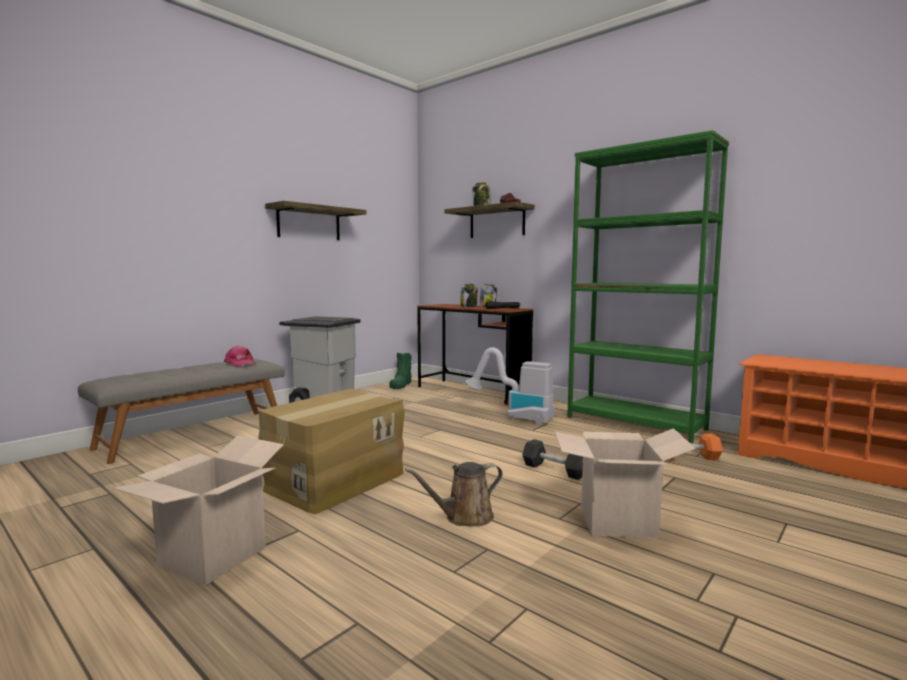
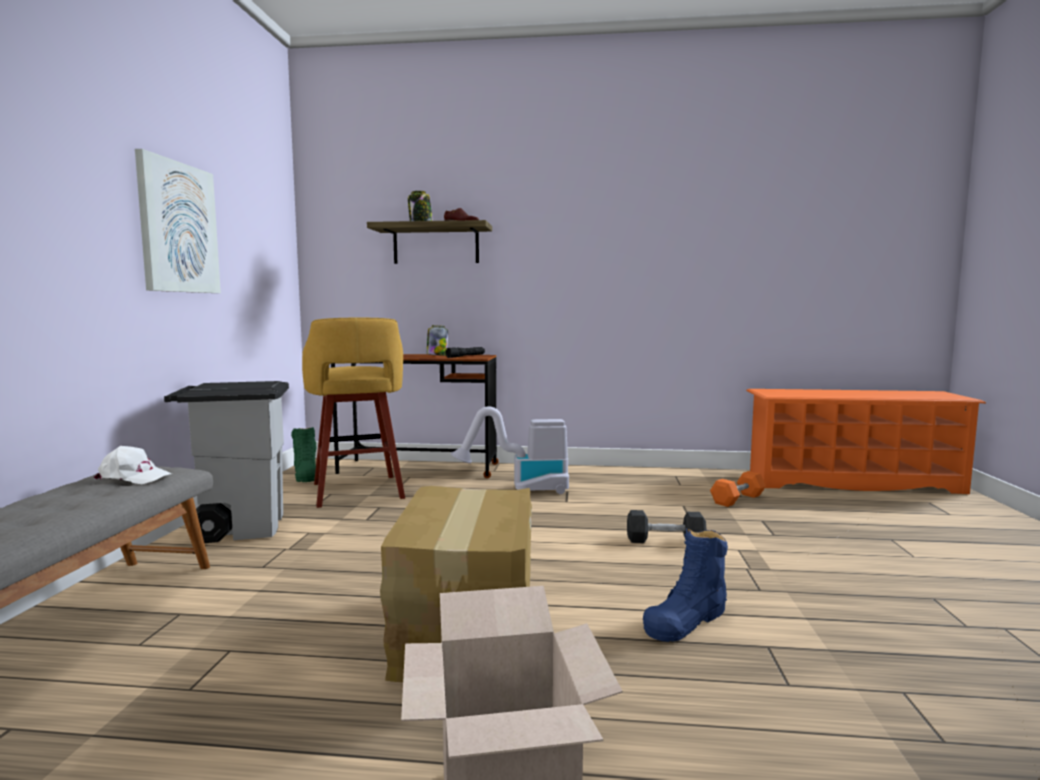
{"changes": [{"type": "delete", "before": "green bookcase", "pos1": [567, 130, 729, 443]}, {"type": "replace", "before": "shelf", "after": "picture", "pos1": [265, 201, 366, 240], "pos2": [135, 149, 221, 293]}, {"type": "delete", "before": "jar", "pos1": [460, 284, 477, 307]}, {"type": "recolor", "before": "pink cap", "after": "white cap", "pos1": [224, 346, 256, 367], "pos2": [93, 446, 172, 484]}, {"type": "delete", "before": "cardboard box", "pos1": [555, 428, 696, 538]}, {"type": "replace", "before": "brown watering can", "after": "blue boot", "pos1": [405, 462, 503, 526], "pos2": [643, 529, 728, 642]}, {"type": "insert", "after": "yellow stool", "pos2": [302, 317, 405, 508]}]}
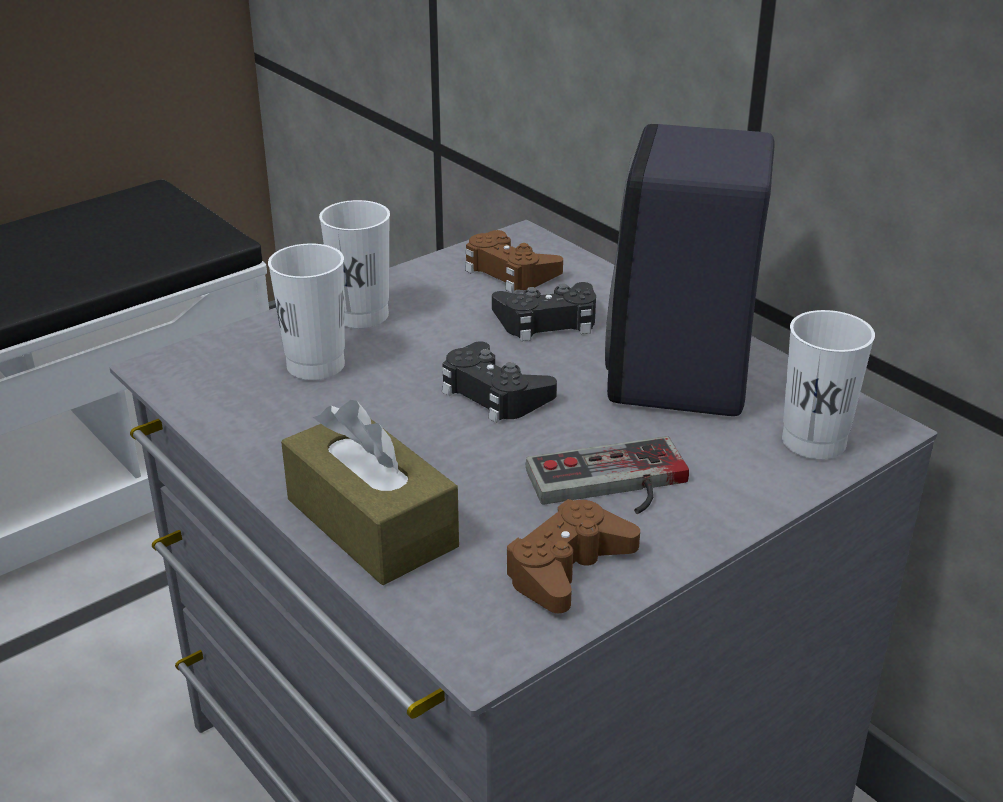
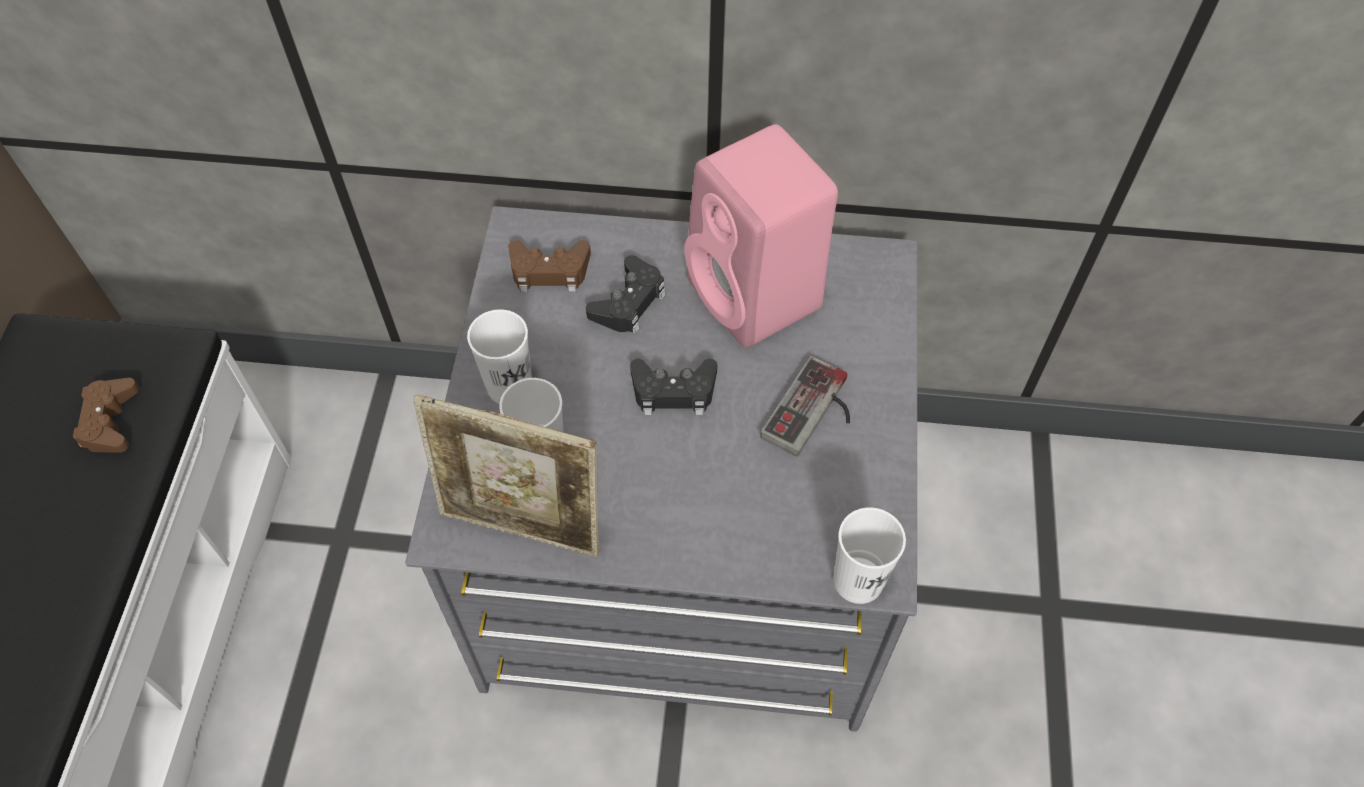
{"changes": [{"type": "recolor", "before": "black speaker", "after": "pink speaker", "pos1": [605, 124, 774, 416], "pos2": [684, 124, 838, 348]}, {"type": "move", "before": "white cup", "pos1": [782, 310, 875, 459], "pos2": [834, 507, 906, 604]}, {"type": "delete", "before": "brown tissue box", "pos1": [281, 400, 459, 585]}, {"type": "move", "before": "brown game controller", "pos1": [505, 499, 640, 613], "pos2": [73, 378, 139, 453]}, {"type": "insert", "after": "picture frame", "pos2": [413, 394, 599, 557]}]}
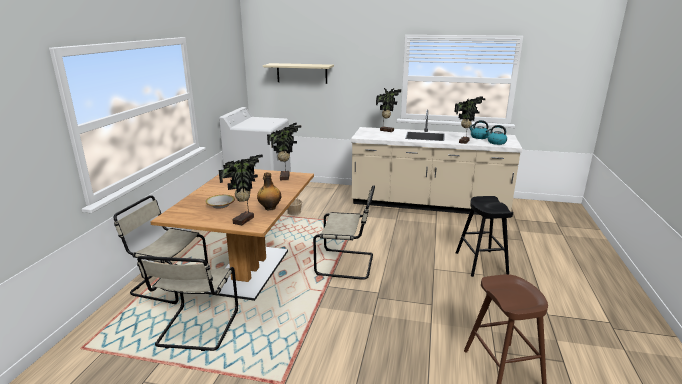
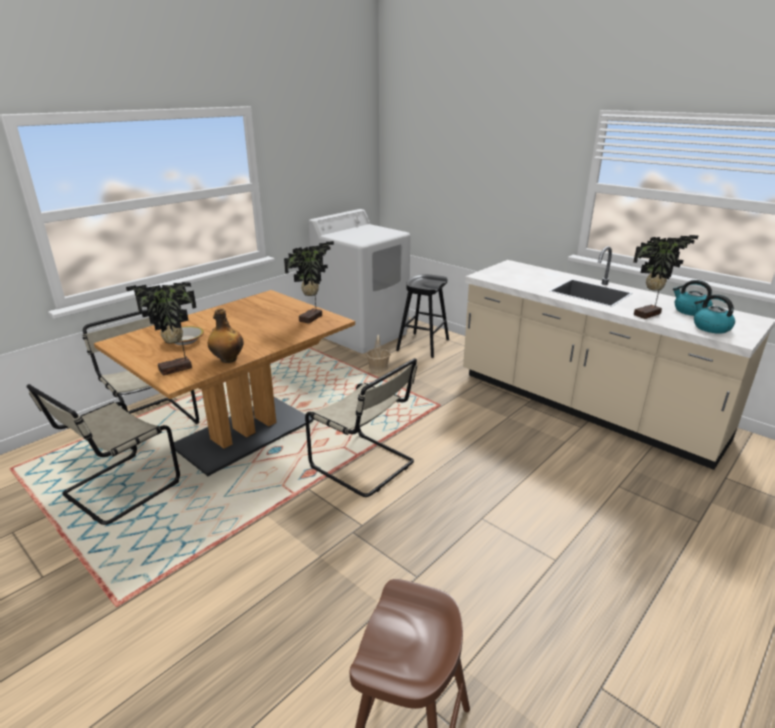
{"changes": [{"type": "delete", "before": "beige shelf", "pos1": [263, 63, 334, 84]}, {"type": "delete", "before": "potted plant", "pos1": [376, 88, 401, 132]}, {"type": "move", "before": "black stool", "pos1": [456, 196, 513, 277], "pos2": [396, 274, 449, 358]}]}
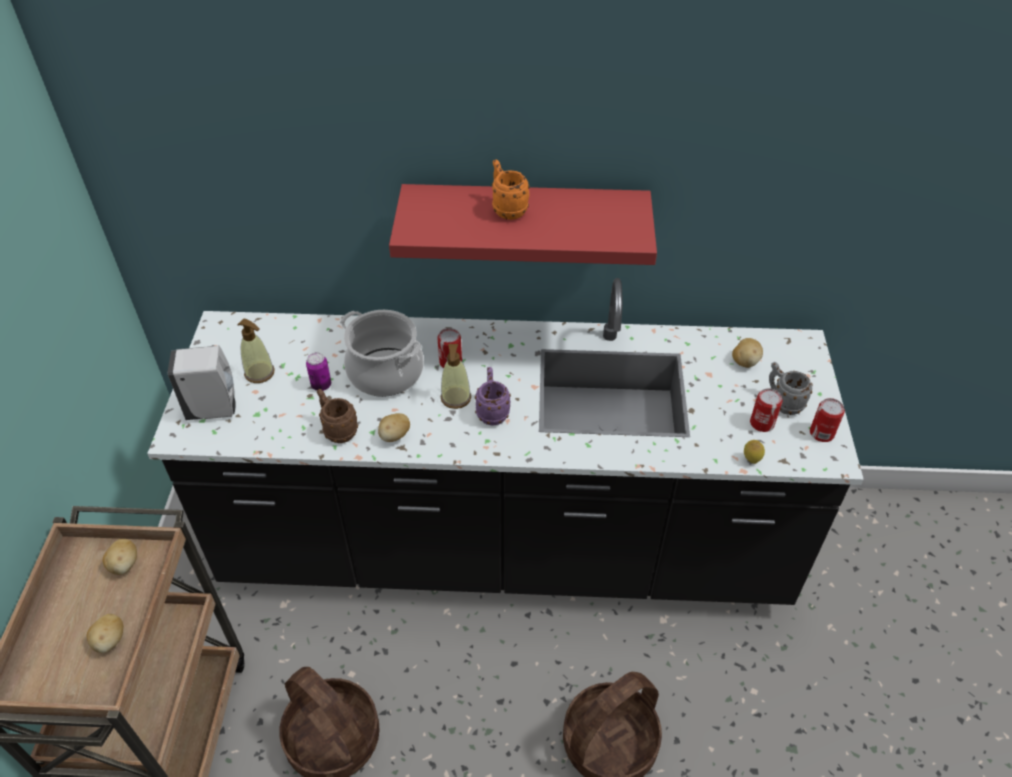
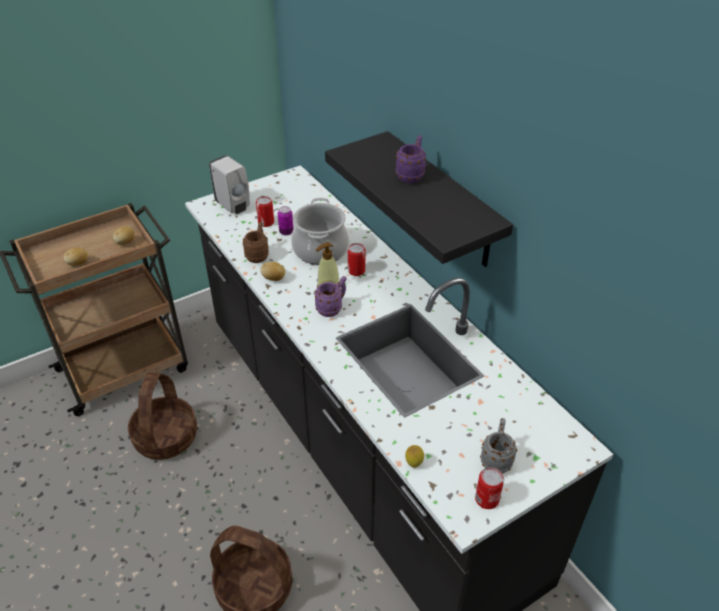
{"changes": [{"type": "recolor", "before": "orange mug", "after": "purple mug", "pos1": [492, 159, 530, 220], "pos2": [396, 135, 426, 183]}, {"type": "recolor", "before": "red shelf", "after": "black shelf", "pos1": [389, 184, 657, 265], "pos2": [325, 131, 513, 267]}, {"type": "delete", "before": "soap dispenser", "pos1": [237, 319, 275, 383]}, {"type": "delete", "before": "potato", "pos1": [732, 338, 763, 367]}, {"type": "move", "before": "can", "pos1": [750, 388, 783, 432], "pos2": [256, 196, 274, 227]}]}
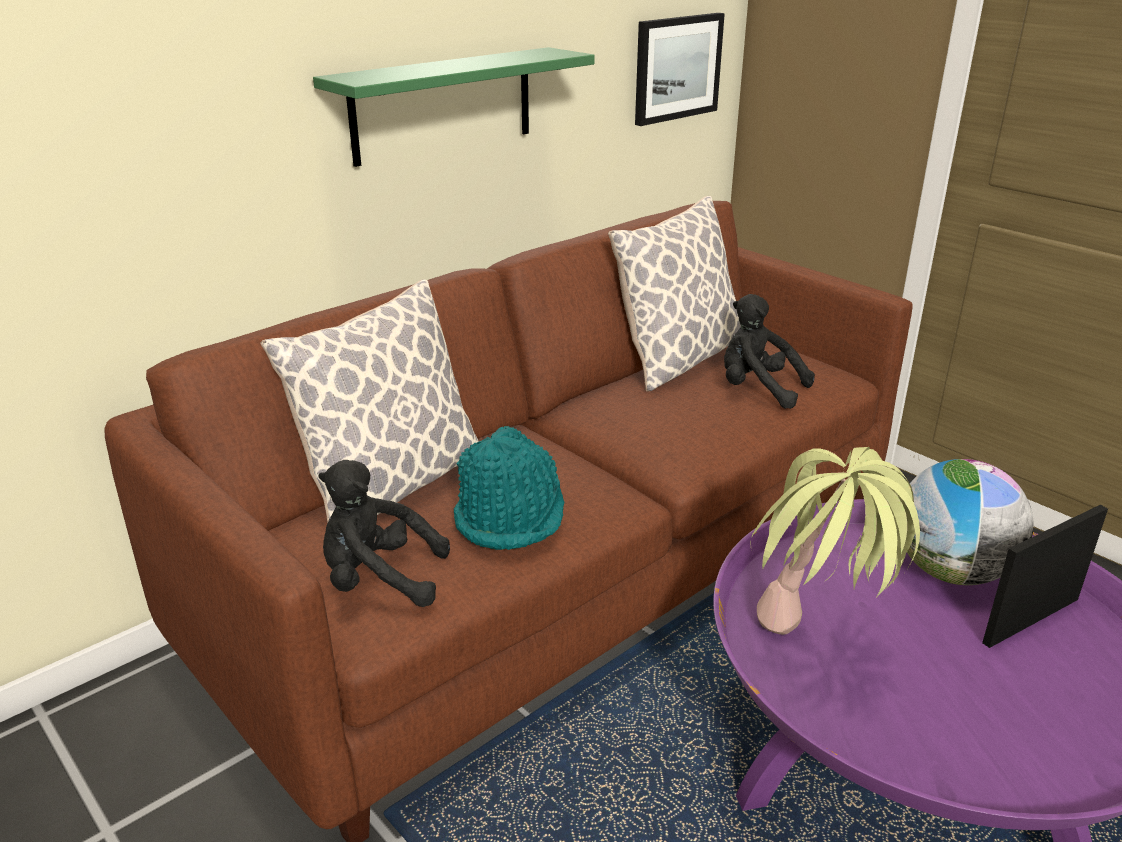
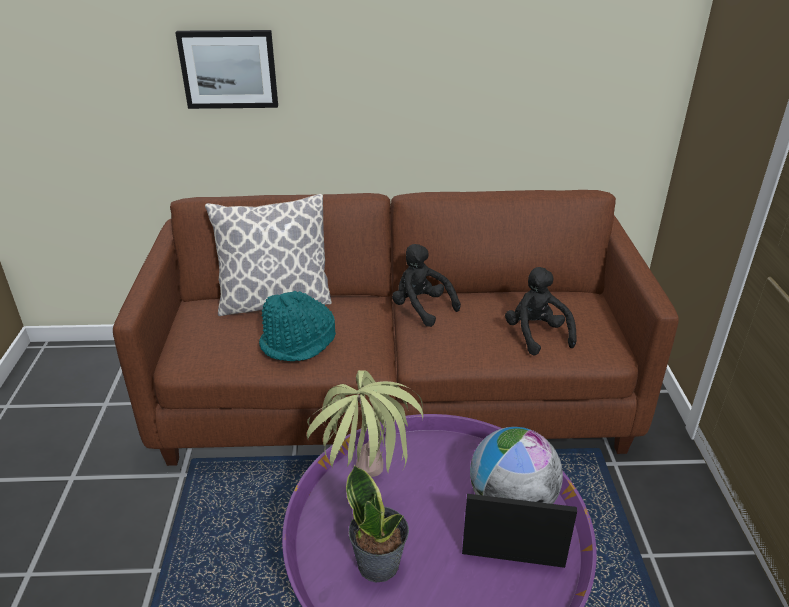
{"changes": [{"type": "move", "before": "picture", "pos1": [635, 13, 725, 126], "pos2": [175, 30, 278, 109]}, {"type": "delete", "before": "green shelf", "pos1": [313, 47, 595, 167]}, {"type": "delete", "before": "pillow", "pos1": [608, 196, 741, 392]}, {"type": "move", "before": "black plush toy", "pos1": [319, 460, 450, 607], "pos2": [392, 244, 461, 327]}, {"type": "insert", "after": "potted plant", "pos2": [346, 465, 409, 582]}]}
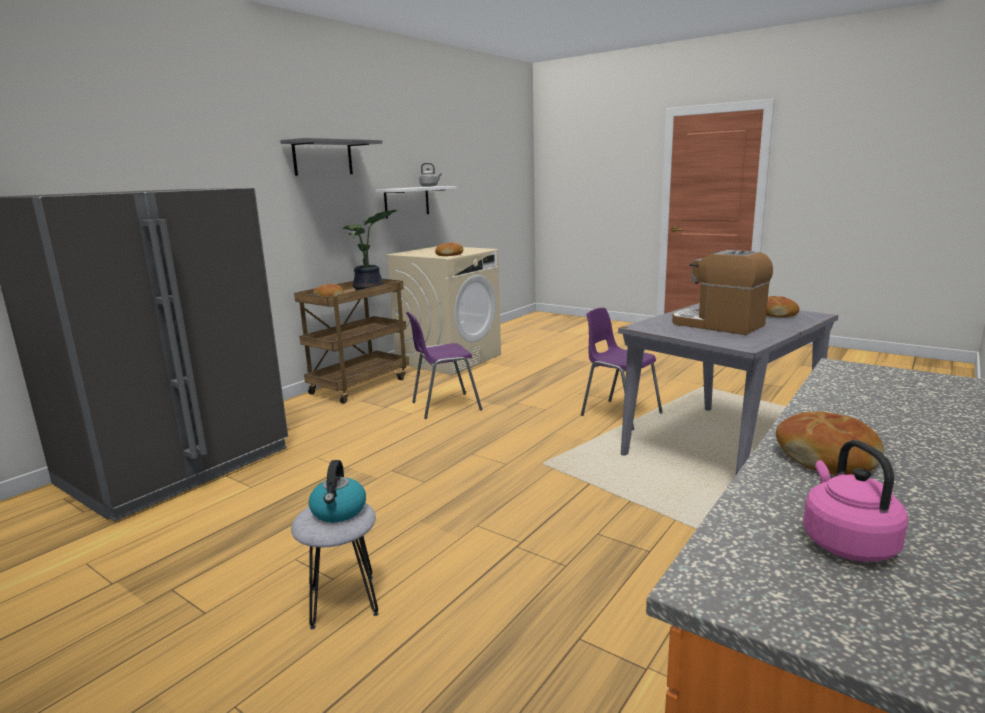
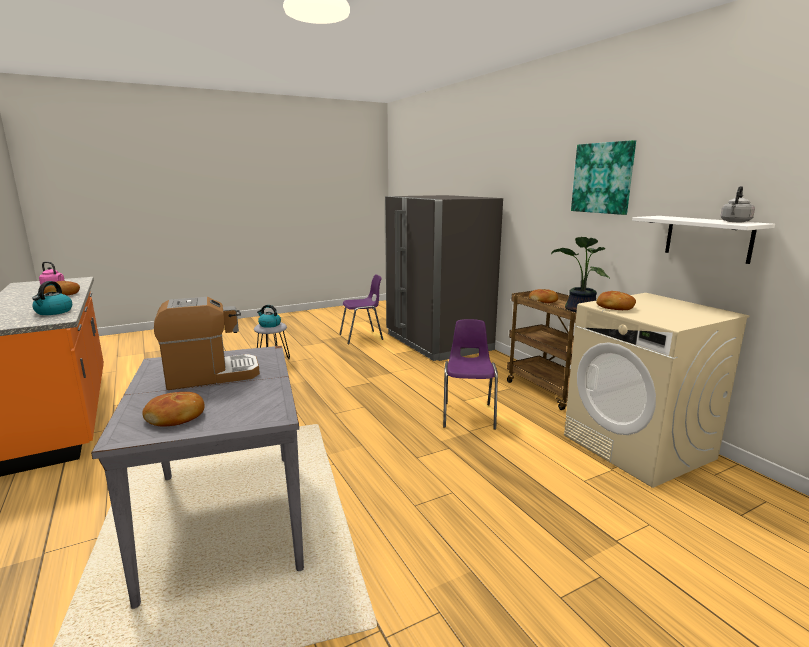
{"changes": [{"type": "replace", "before": "grey shelf", "after": "picture", "pos1": [280, 138, 382, 176], "pos2": [571, 140, 636, 215]}, {"type": "move", "before": "purple chair", "pos1": [581, 308, 663, 430], "pos2": [339, 275, 383, 345]}, {"type": "insert", "after": "kettle", "pos2": [32, 281, 72, 315]}]}
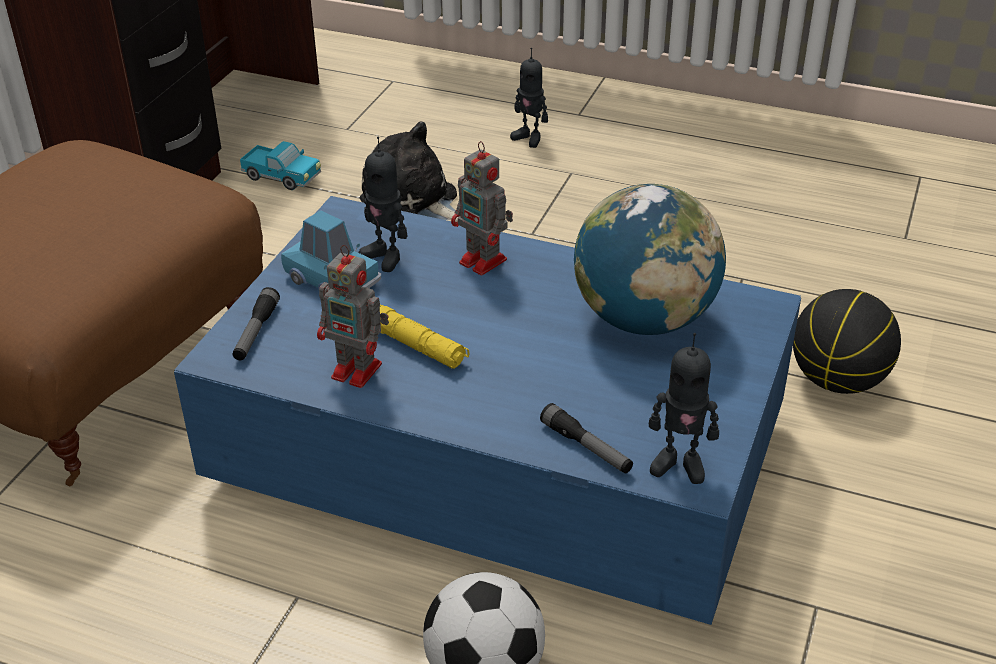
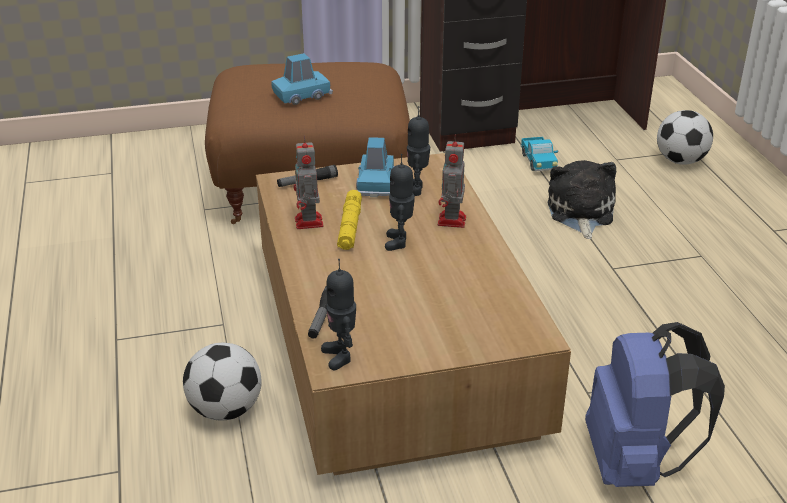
{"changes": [{"type": "move", "before": "toy robot", "pos1": [510, 48, 548, 148], "pos2": [385, 154, 415, 251]}, {"type": "delete", "before": "globe", "pos1": [574, 184, 726, 335]}, {"type": "recolor", "before": "blue coffee table", "after": "brown coffee table", "pos1": [174, 196, 801, 625], "pos2": [256, 153, 571, 476]}, {"type": "replace", "before": "basketball", "after": "blue backpack", "pos1": [793, 289, 901, 394], "pos2": [585, 322, 725, 487]}, {"type": "insert", "after": "blue toy car", "pos2": [271, 53, 333, 105]}, {"type": "insert", "after": "football", "pos2": [657, 110, 713, 165]}]}
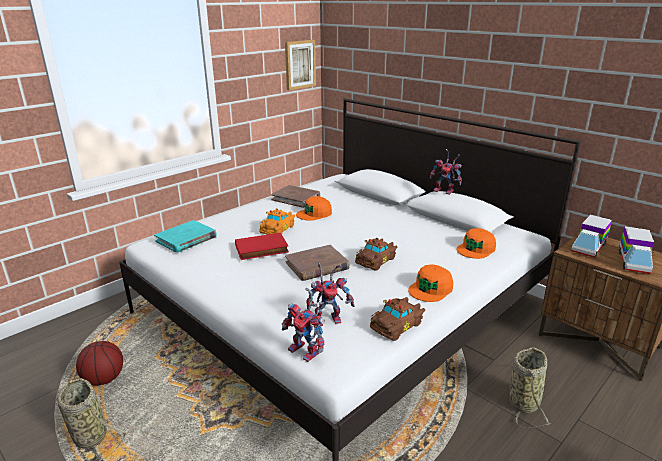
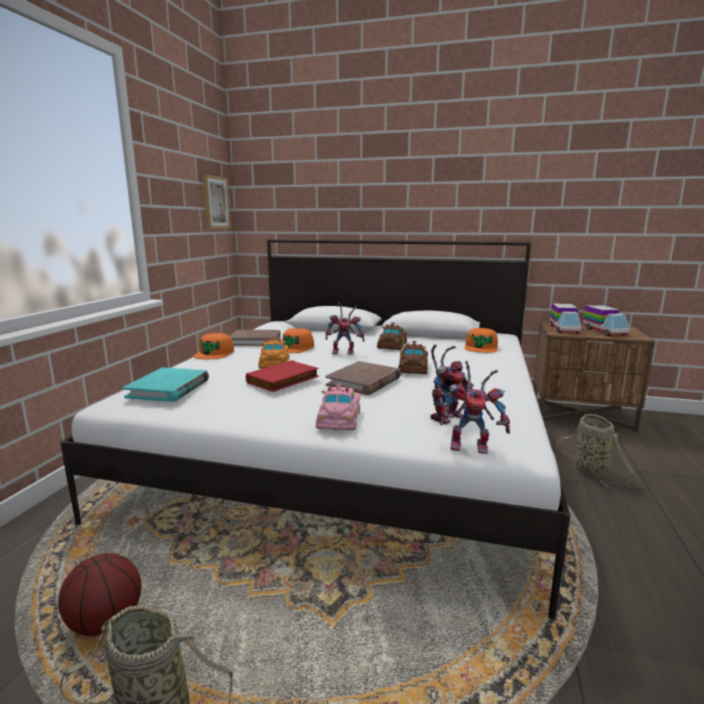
{"changes": [{"type": "move", "before": "toy robot", "pos1": [429, 149, 462, 195], "pos2": [325, 302, 364, 355]}, {"type": "move", "before": "orange cap", "pos1": [408, 265, 453, 302], "pos2": [194, 333, 234, 359]}, {"type": "move", "before": "brown toy car", "pos1": [370, 297, 425, 341], "pos2": [377, 323, 407, 350]}, {"type": "insert", "after": "pink toy car", "pos2": [316, 384, 360, 430]}]}
